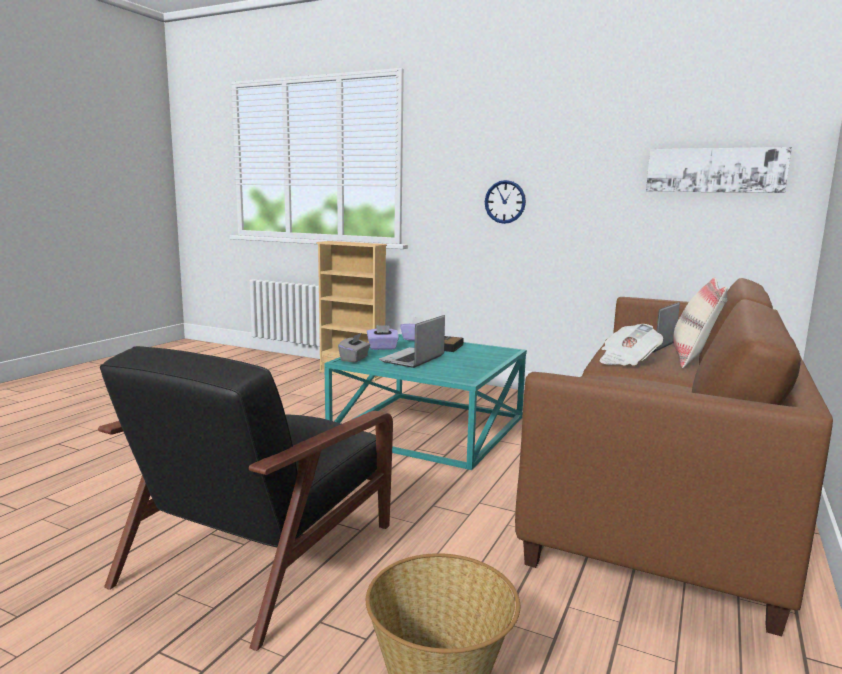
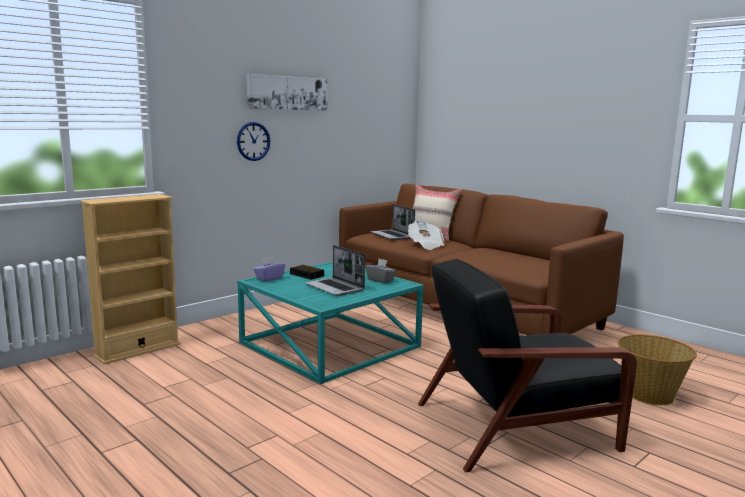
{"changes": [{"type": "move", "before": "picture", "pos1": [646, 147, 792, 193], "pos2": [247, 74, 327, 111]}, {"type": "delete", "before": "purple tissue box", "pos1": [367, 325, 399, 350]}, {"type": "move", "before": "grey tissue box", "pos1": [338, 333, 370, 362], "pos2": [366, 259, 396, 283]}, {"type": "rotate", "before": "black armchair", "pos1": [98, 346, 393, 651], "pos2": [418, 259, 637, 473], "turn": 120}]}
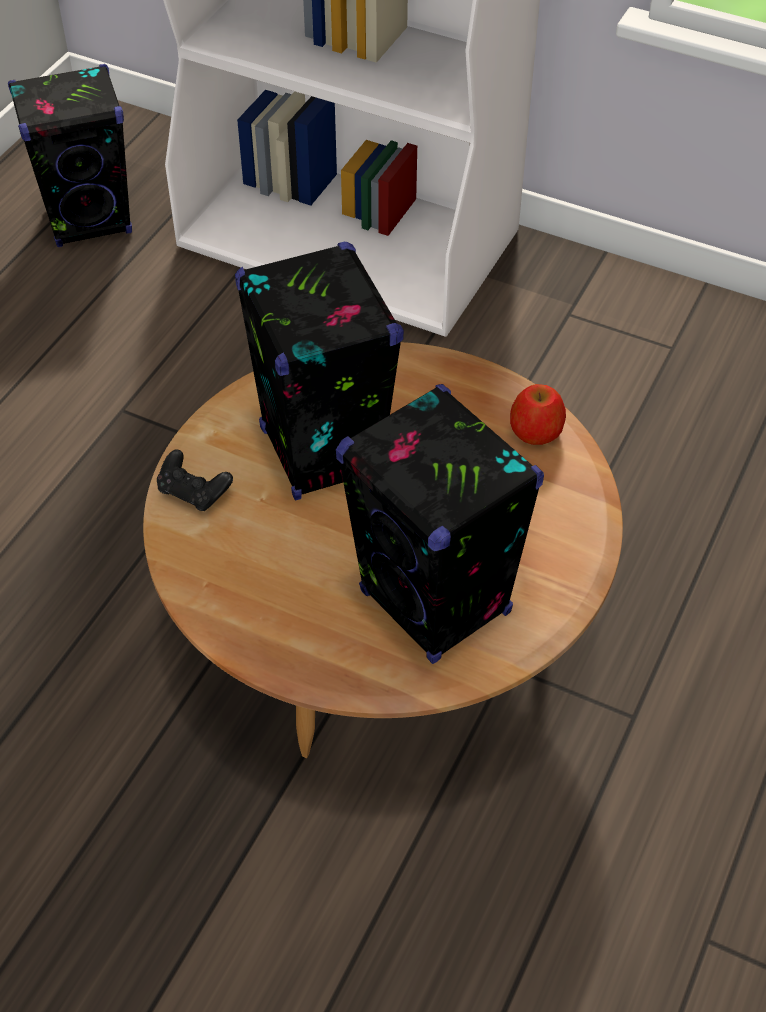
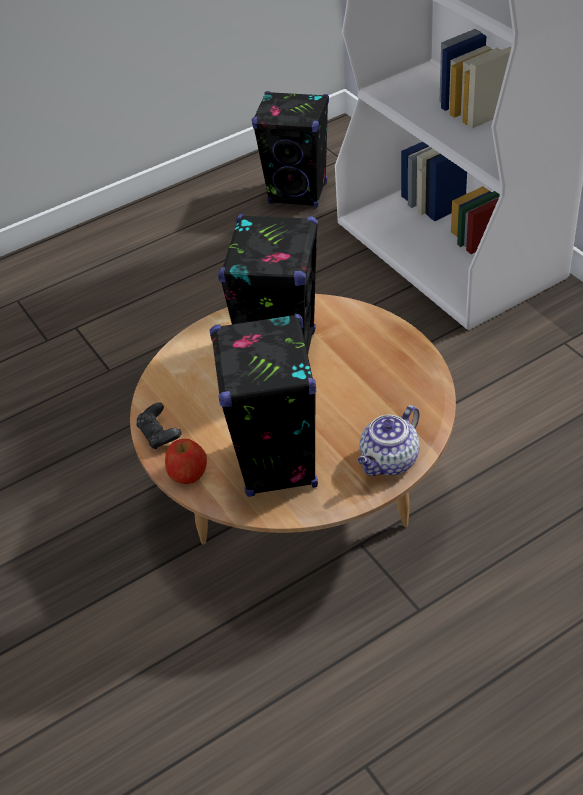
{"changes": [{"type": "move", "before": "apple", "pos1": [510, 384, 566, 445], "pos2": [165, 439, 207, 484]}, {"type": "move", "before": "black game controller", "pos1": [157, 449, 233, 511], "pos2": [136, 402, 182, 449]}, {"type": "insert", "after": "teapot", "pos2": [358, 405, 420, 476]}]}
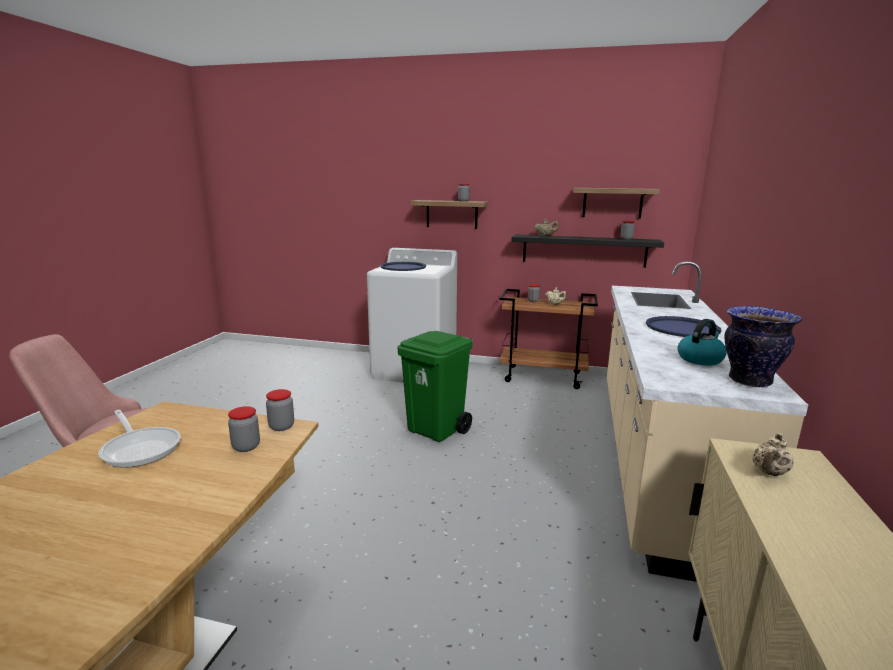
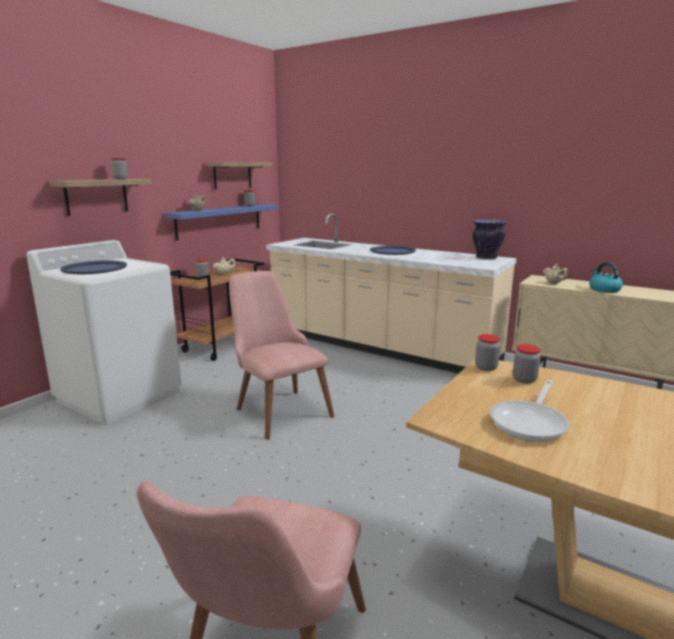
{"changes": [{"type": "recolor", "before": "black shelf", "after": "blue shelf", "pos1": [511, 234, 664, 268], "pos2": [165, 204, 278, 240]}, {"type": "move", "before": "kettle", "pos1": [678, 319, 727, 366], "pos2": [589, 262, 623, 293]}, {"type": "replace", "before": "green trash can", "after": "pink chair", "pos1": [397, 331, 473, 442], "pos2": [229, 271, 335, 440]}, {"type": "rotate", "before": "frying pan", "pos1": [98, 410, 181, 468], "pos2": [490, 380, 569, 442], "turn": 150}]}
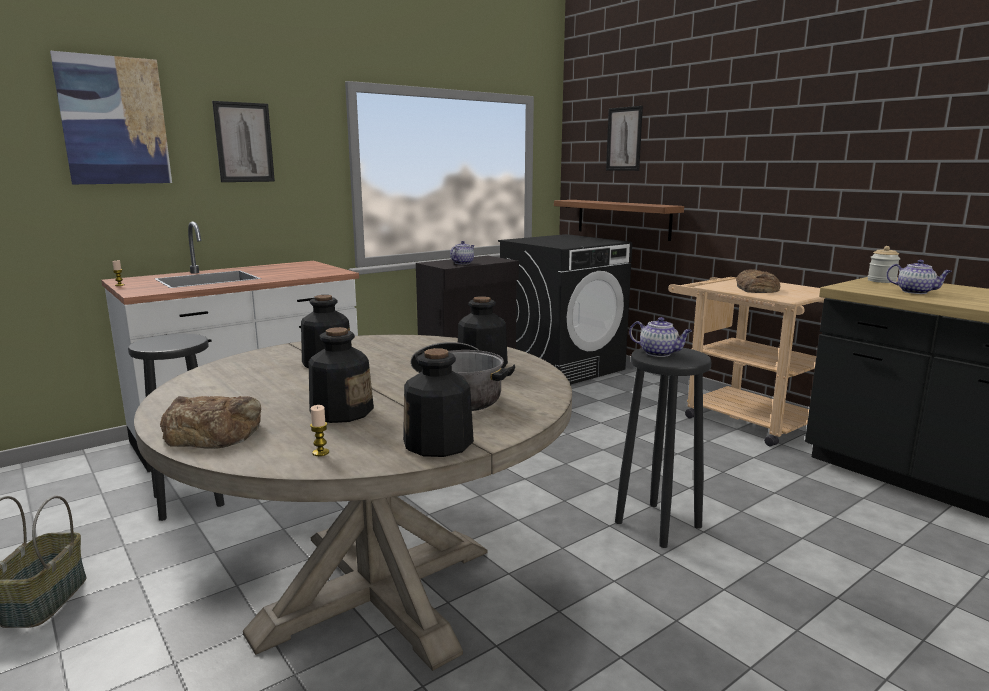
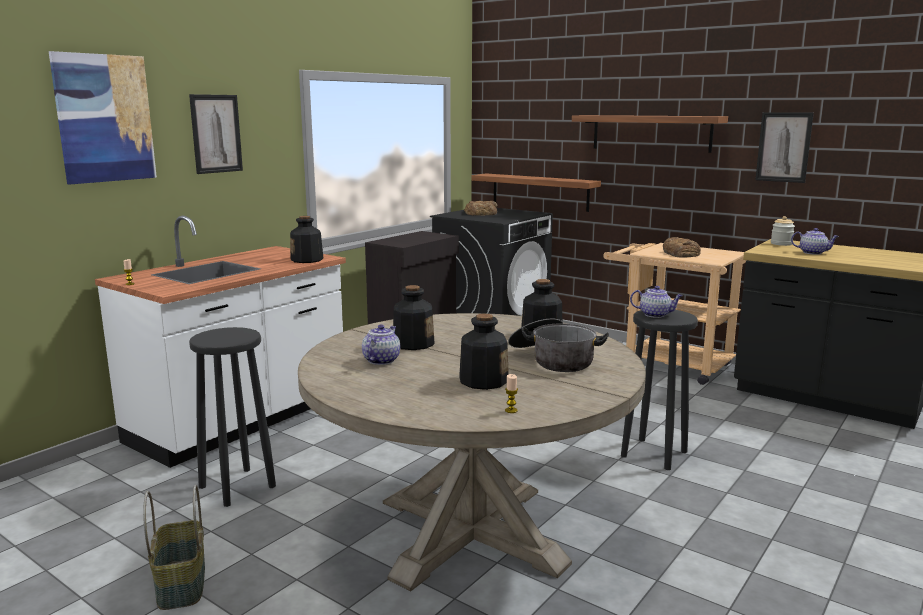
{"changes": [{"type": "move", "before": "picture", "pos1": [606, 106, 643, 171], "pos2": [755, 112, 814, 183]}, {"type": "move", "before": "teapot", "pos1": [450, 241, 475, 265], "pos2": [362, 325, 400, 365]}, {"type": "move", "before": "bottle", "pos1": [403, 348, 474, 457], "pos2": [290, 216, 323, 263]}, {"type": "move", "before": "bread", "pos1": [160, 396, 261, 449], "pos2": [464, 201, 497, 216]}, {"type": "insert", "after": "shelf", "pos2": [572, 115, 728, 153]}]}
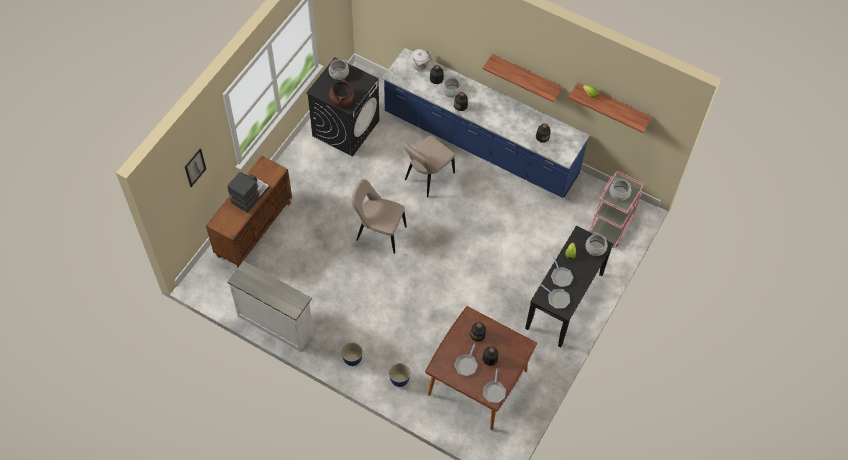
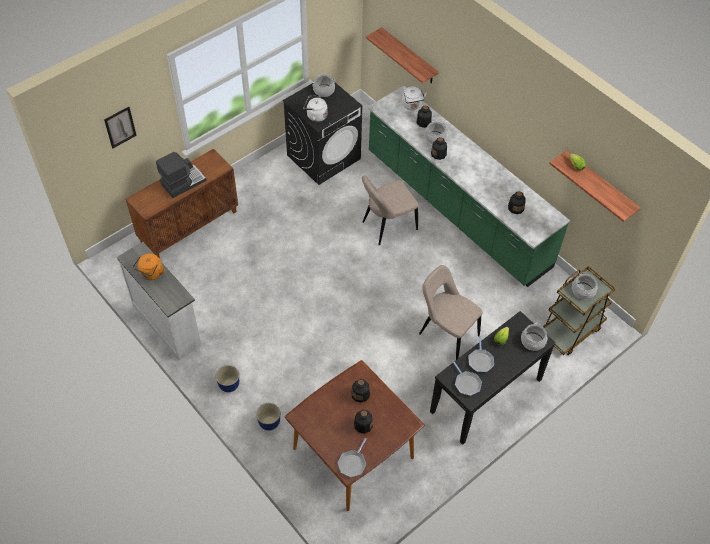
{"changes": [{"type": "recolor", "before": "blue counter", "after": "green counter", "pos1": [382, 48, 590, 198], "pos2": [368, 85, 570, 287]}, {"type": "move", "before": "shelf", "pos1": [482, 54, 563, 102], "pos2": [366, 27, 439, 83]}, {"type": "replace", "before": "brown cooking pot", "after": "white kettle", "pos1": [329, 78, 355, 107], "pos2": [303, 95, 328, 122]}, {"type": "recolor", "before": "pink cart", "after": "brown cart", "pos1": [589, 171, 644, 248], "pos2": [543, 266, 616, 355]}, {"type": "move", "before": "beige chair", "pos1": [351, 179, 407, 254], "pos2": [419, 265, 483, 360]}, {"type": "delete", "before": "frying pan", "pos1": [454, 343, 478, 376]}, {"type": "insert", "after": "orange kettle", "pos2": [133, 253, 165, 280]}]}
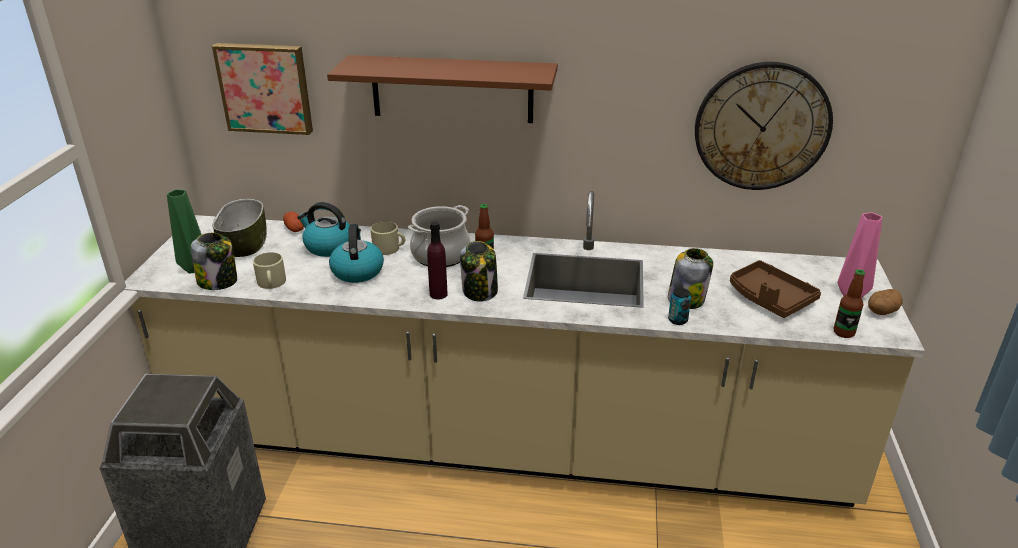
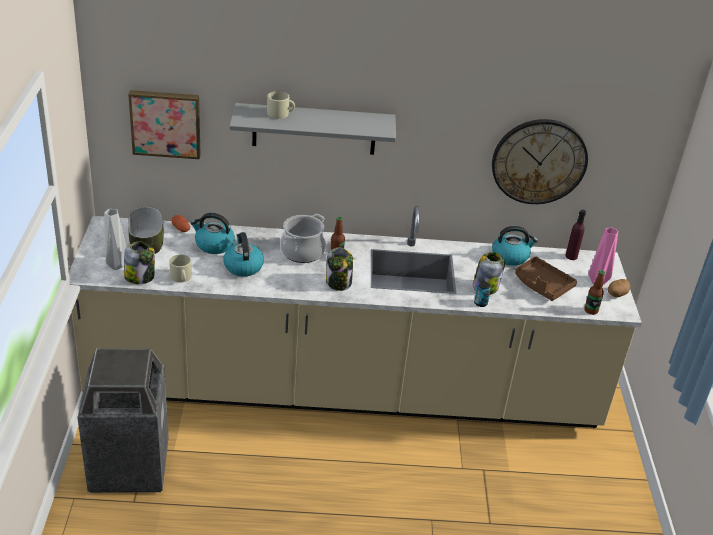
{"changes": [{"type": "recolor", "before": "brown shelf", "after": "grey shelf", "pos1": [327, 55, 558, 123], "pos2": [230, 103, 396, 155]}, {"type": "recolor", "before": "green vase", "after": "grey vase", "pos1": [167, 190, 202, 274], "pos2": [104, 209, 126, 270]}, {"type": "move", "before": "beige mug", "pos1": [371, 221, 405, 255], "pos2": [267, 91, 295, 119]}, {"type": "move", "before": "purple bottle", "pos1": [427, 222, 448, 299], "pos2": [565, 210, 586, 260]}, {"type": "insert", "after": "kettle", "pos2": [492, 226, 538, 266]}]}
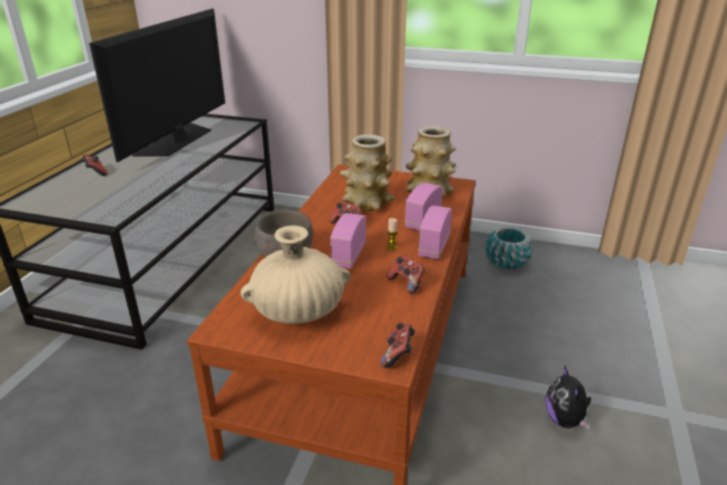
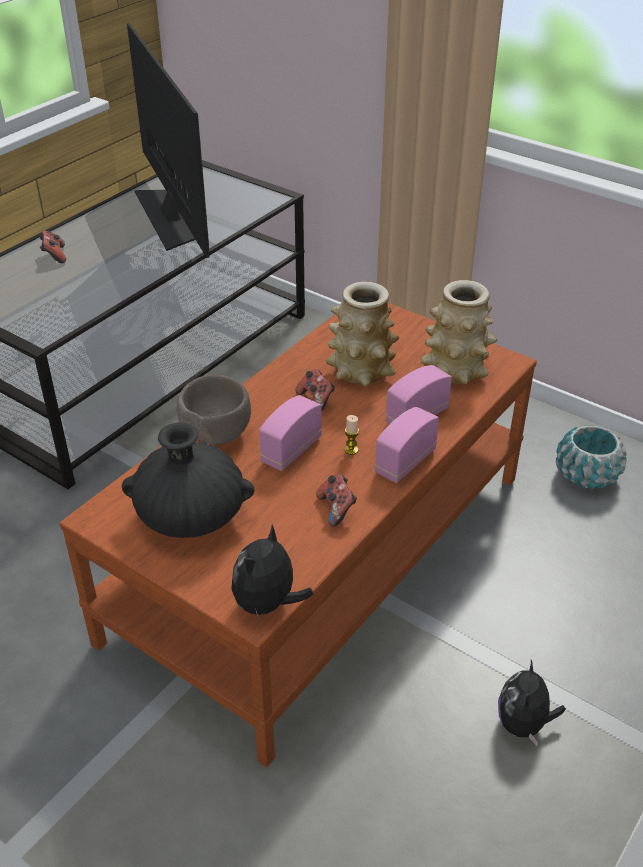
{"changes": [{"type": "rotate", "before": "television", "pos1": [89, 9, 225, 162], "pos2": [127, 23, 210, 258], "turn": -60}, {"type": "recolor", "before": "beige vase", "after": "black vase", "pos1": [241, 226, 351, 324], "pos2": [122, 423, 254, 538]}, {"type": "replace", "before": "game controller", "after": "plush toy", "pos1": [381, 323, 415, 368], "pos2": [231, 524, 313, 623]}]}
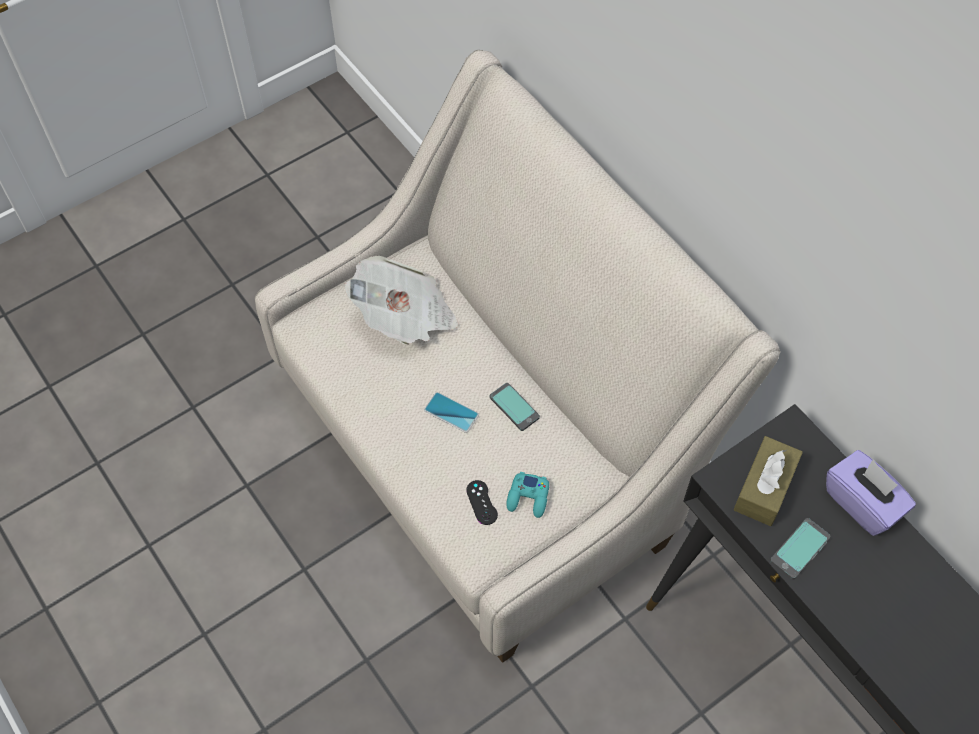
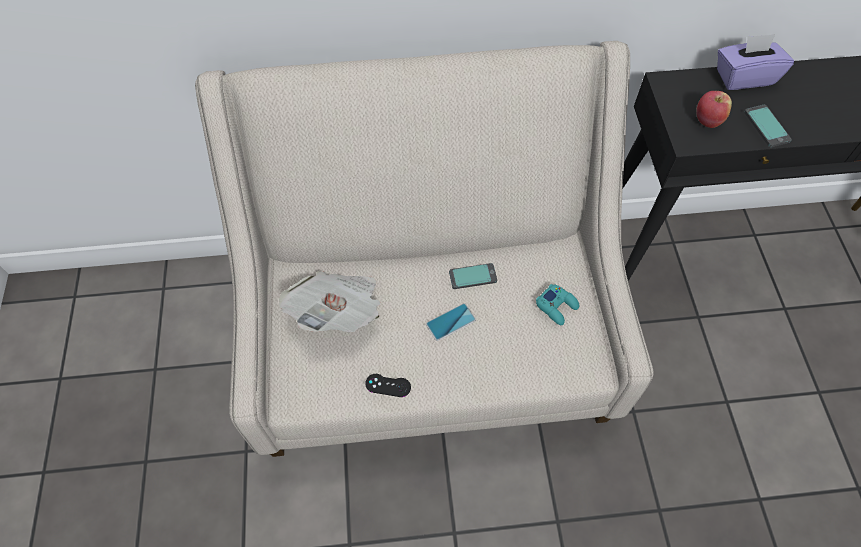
{"changes": [{"type": "replace", "before": "brown tissue box", "after": "apple", "pos1": [734, 436, 803, 526], "pos2": [696, 91, 732, 128]}, {"type": "move", "before": "black game controller", "pos1": [466, 480, 498, 525], "pos2": [365, 374, 411, 397]}]}
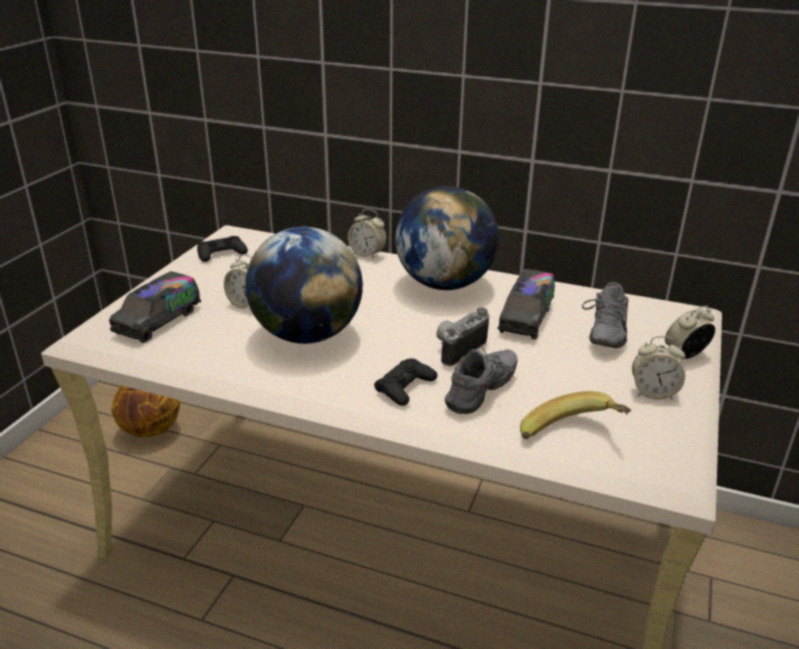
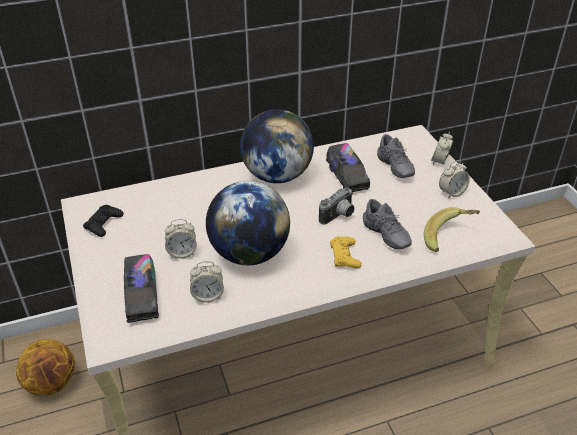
{"changes": [{"type": "move", "before": "alarm clock", "pos1": [348, 209, 387, 259], "pos2": [190, 261, 224, 303]}, {"type": "rotate", "before": "photo camera", "pos1": [436, 308, 489, 366], "pos2": [319, 187, 355, 225], "turn": -135}, {"type": "rotate", "before": "grey shoe", "pos1": [445, 345, 517, 414], "pos2": [363, 199, 412, 249], "turn": 150}, {"type": "recolor", "before": "black game controller", "after": "yellow game controller", "pos1": [374, 358, 437, 406], "pos2": [330, 236, 362, 268]}]}
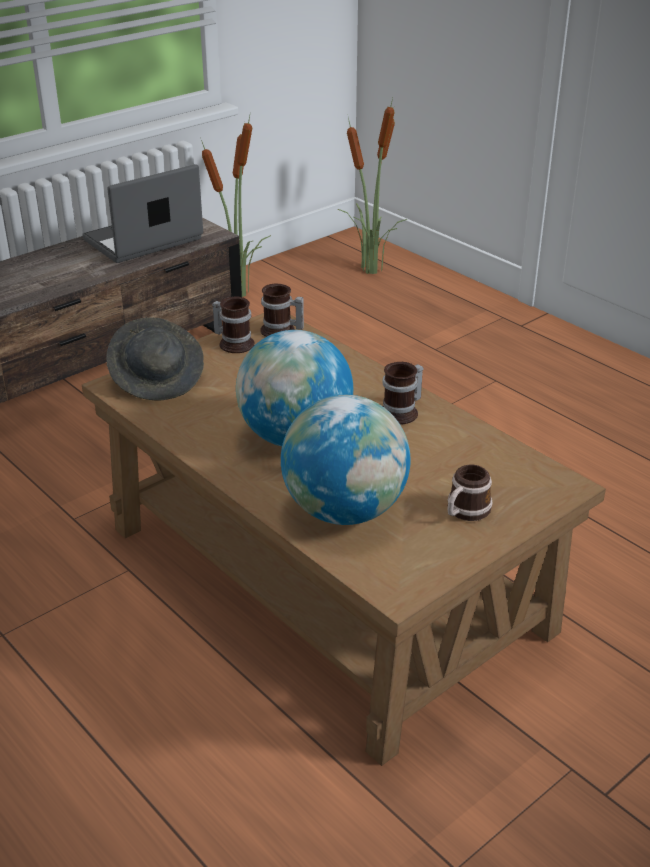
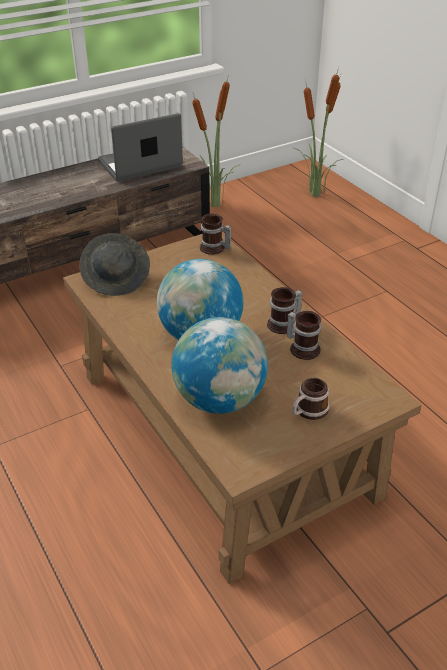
{"changes": [{"type": "move", "before": "mug", "pos1": [212, 297, 255, 353], "pos2": [287, 311, 321, 360]}]}
